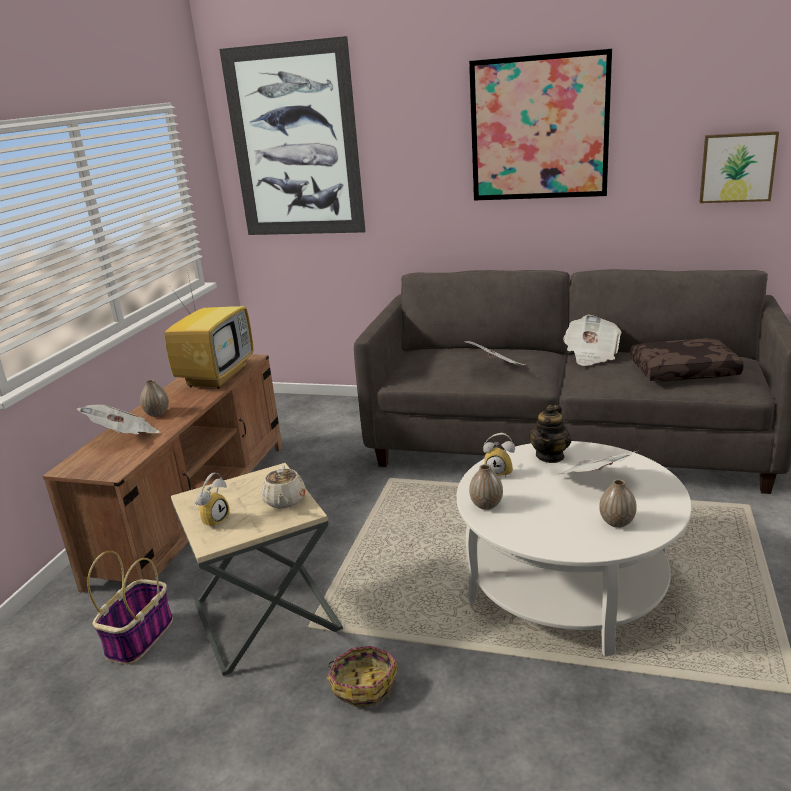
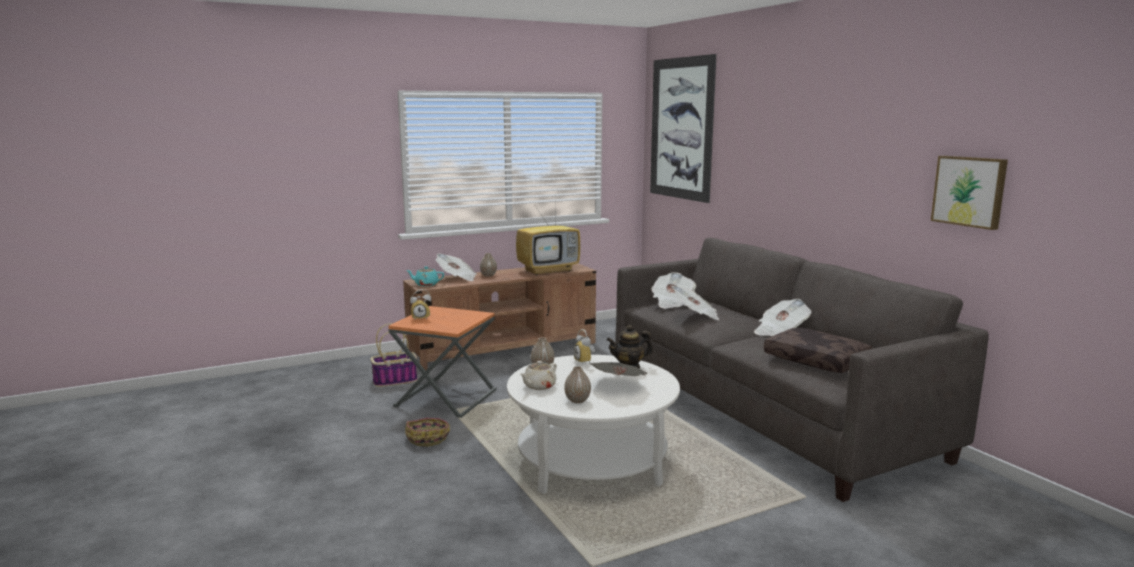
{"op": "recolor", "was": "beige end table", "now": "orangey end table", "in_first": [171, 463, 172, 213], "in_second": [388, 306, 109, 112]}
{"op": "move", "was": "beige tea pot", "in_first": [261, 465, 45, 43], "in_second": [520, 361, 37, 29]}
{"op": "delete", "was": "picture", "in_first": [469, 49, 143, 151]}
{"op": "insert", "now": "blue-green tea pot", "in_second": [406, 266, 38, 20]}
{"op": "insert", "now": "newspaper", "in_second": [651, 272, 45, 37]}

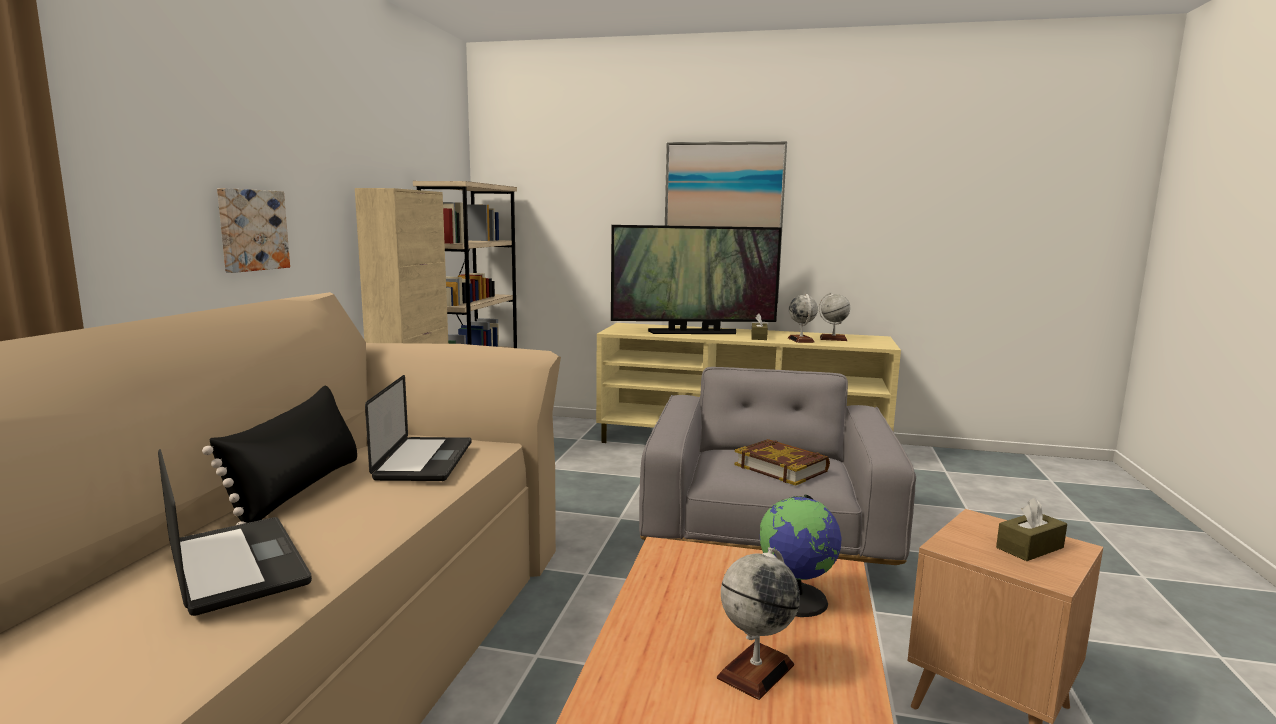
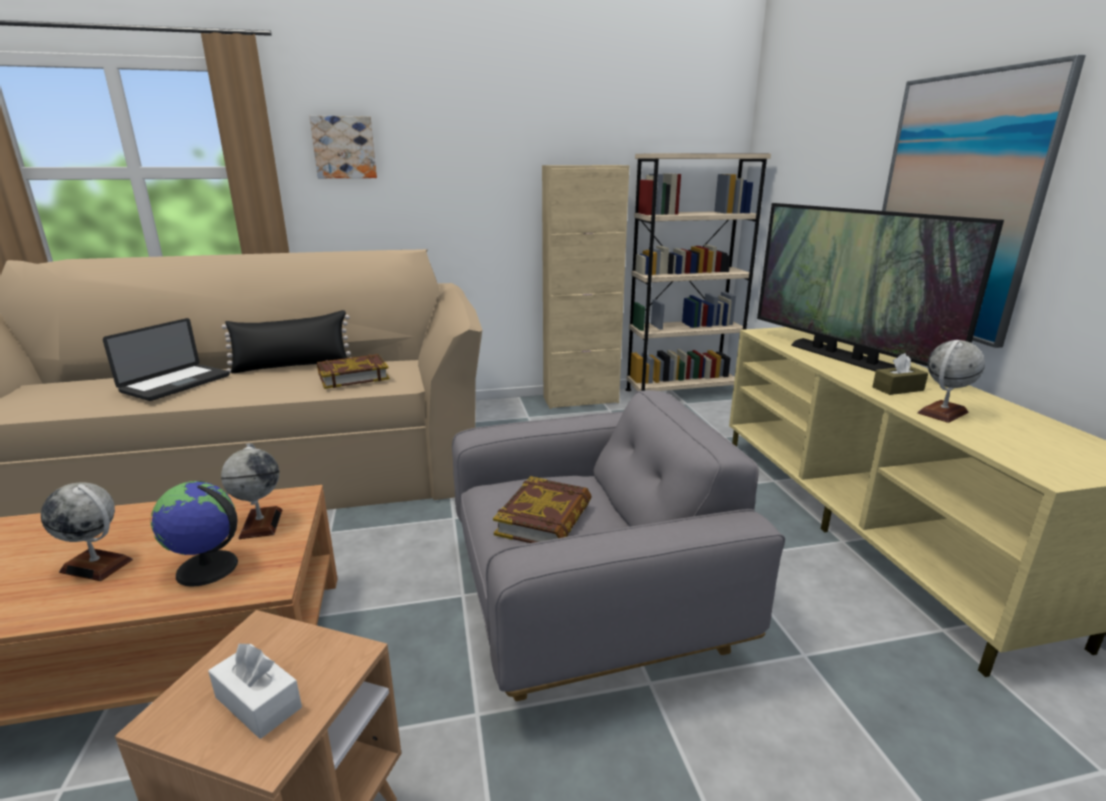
{"op": "move", "was": "picture", "in_first": [217, 188, 73, 85], "in_second": [309, 116, 68, 62]}
{"op": "replace", "was": "notebook computer", "now": "volume", "in_first": [365, 375, 107, 106], "in_second": [317, 354, 73, 35]}
{"op": "move", "was": "desk globe", "in_first": [819, 293, 31, 48], "in_second": [221, 443, 61, 96]}
{"op": "recolor", "was": "brown tissue holder", "now": "white-coloured tissue holder", "in_first": [996, 498, 71, 63], "in_second": [208, 644, 94, 95]}

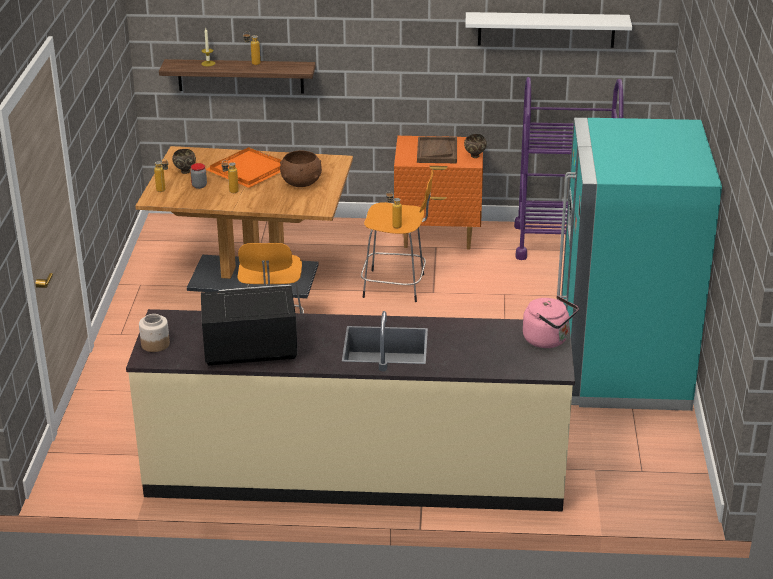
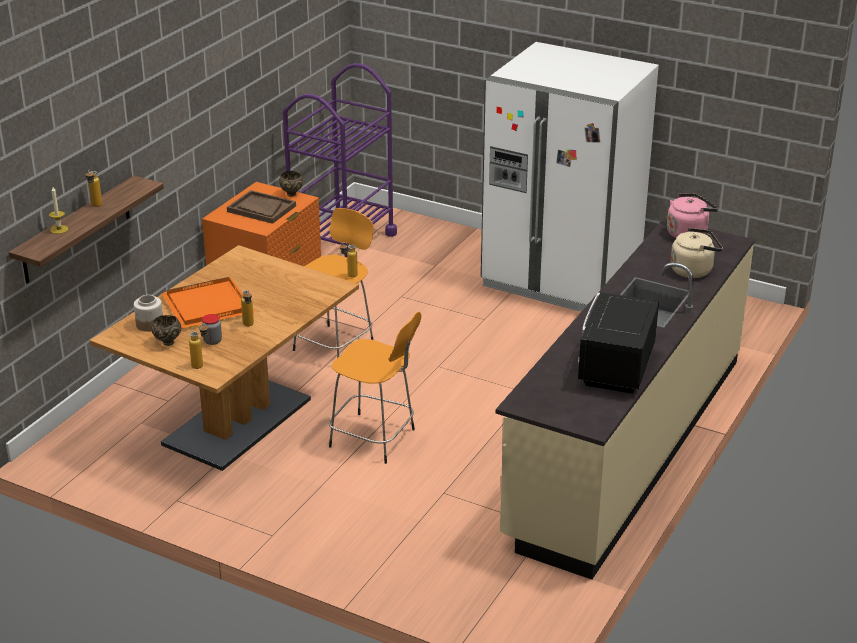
{"op": "move", "was": "storage jar", "in_first": [139, 314, 31, 38], "in_second": [134, 295, 29, 37]}
{"op": "delete", "was": "brown bowl", "in_first": [280, 150, 42, 37]}
{"op": "delete", "was": "white-coloured wall shelf", "in_first": [465, 12, 167, 36]}
{"op": "recolor", "was": "blue-green fridge", "now": "white-coloured fridge", "in_first": [557, 118, 165, 293], "in_second": [481, 42, 178, 270]}
{"op": "insert", "now": "beige water kettle", "in_second": [670, 228, 53, 50]}

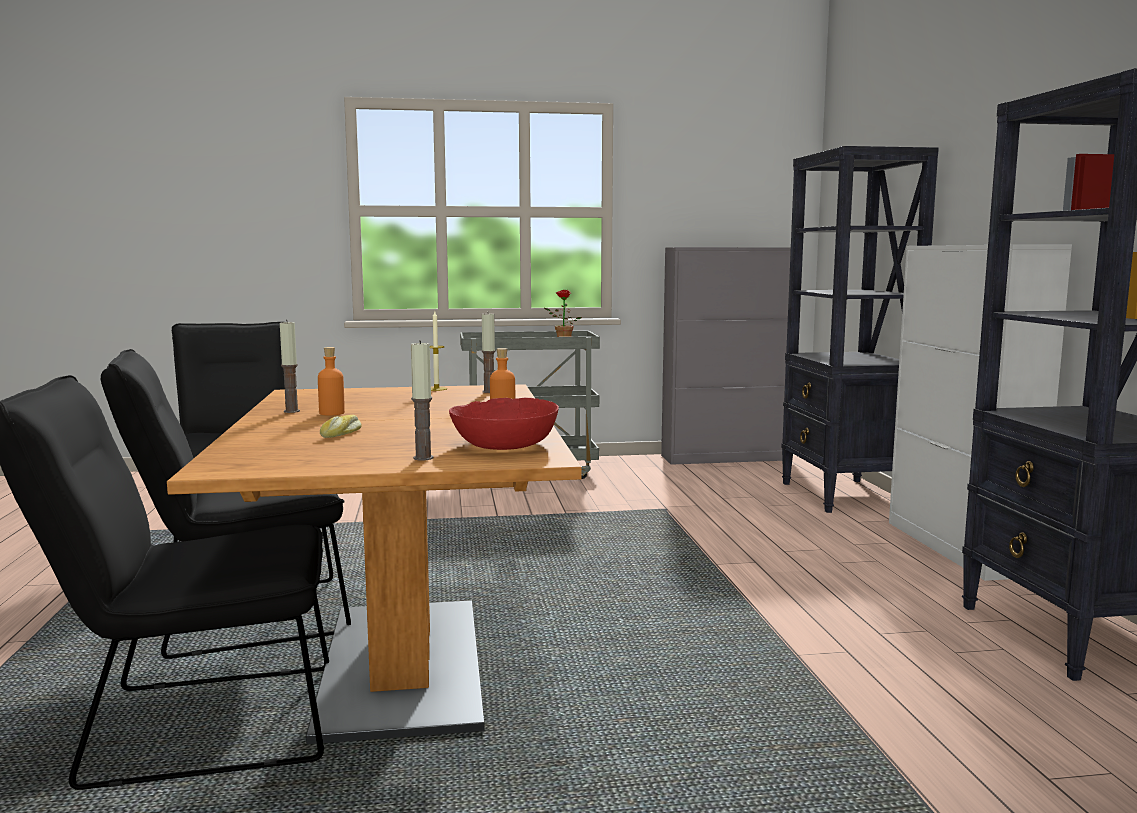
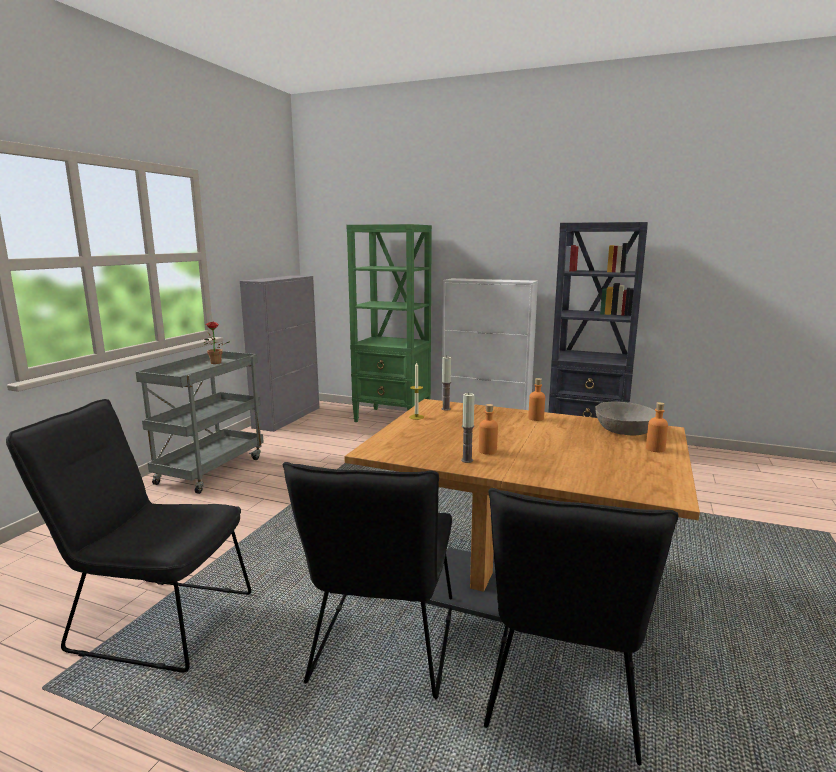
{"op": "delete", "was": "baked bread", "in_first": [320, 415, 42, 23]}
{"op": "replace", "was": "wax light", "now": "orangey bottle", "in_first": [411, 340, 23, 121], "in_second": [646, 402, 22, 50]}
{"op": "recolor", "was": "red-coloured bowl", "now": "gray bowl", "in_first": [449, 398, 110, 52], "in_second": [595, 402, 61, 33]}
{"op": "recolor", "was": "black-coloured bookcase", "now": "green-coloured bookcase", "in_first": [781, 146, 158, 367], "in_second": [346, 224, 86, 198]}

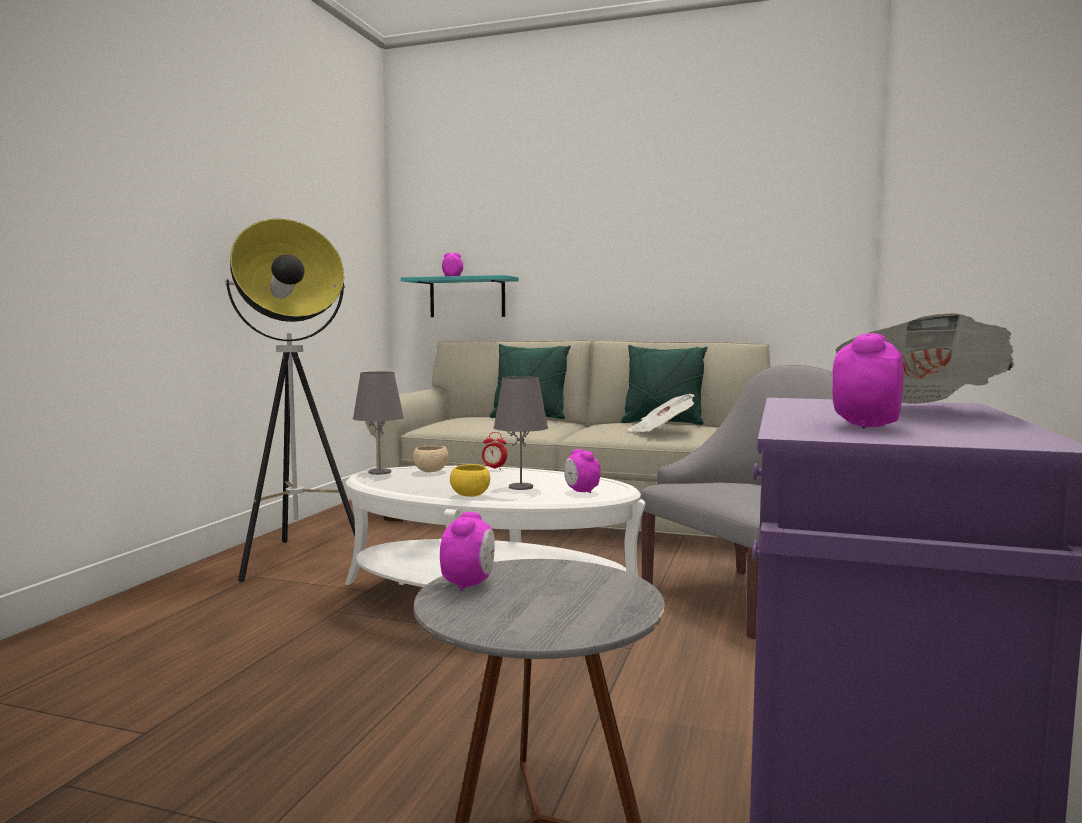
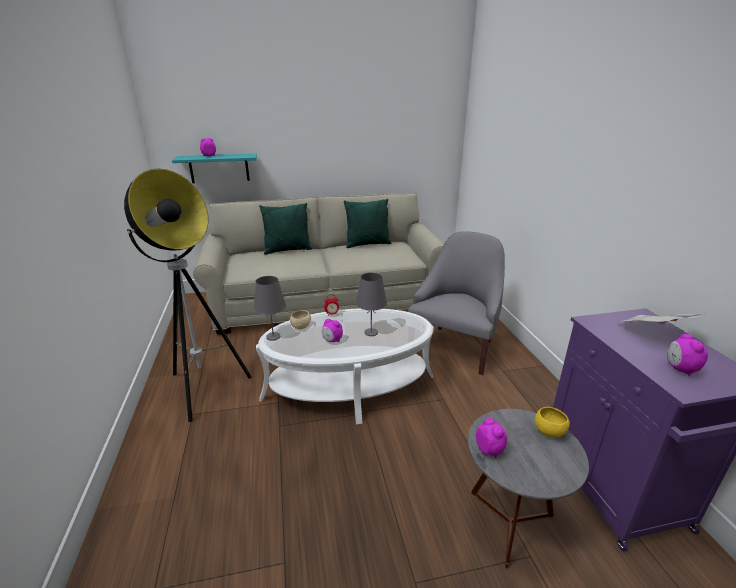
{"op": "move", "was": "yellow-coloured bowl", "in_first": [450, 464, 40, 33], "in_second": [535, 407, 35, 30]}
{"op": "move", "was": "bedside clock", "in_first": [564, 449, 37, 44], "in_second": [322, 319, 21, 23]}
{"op": "delete", "was": "newspaper", "in_first": [628, 394, 67, 38]}

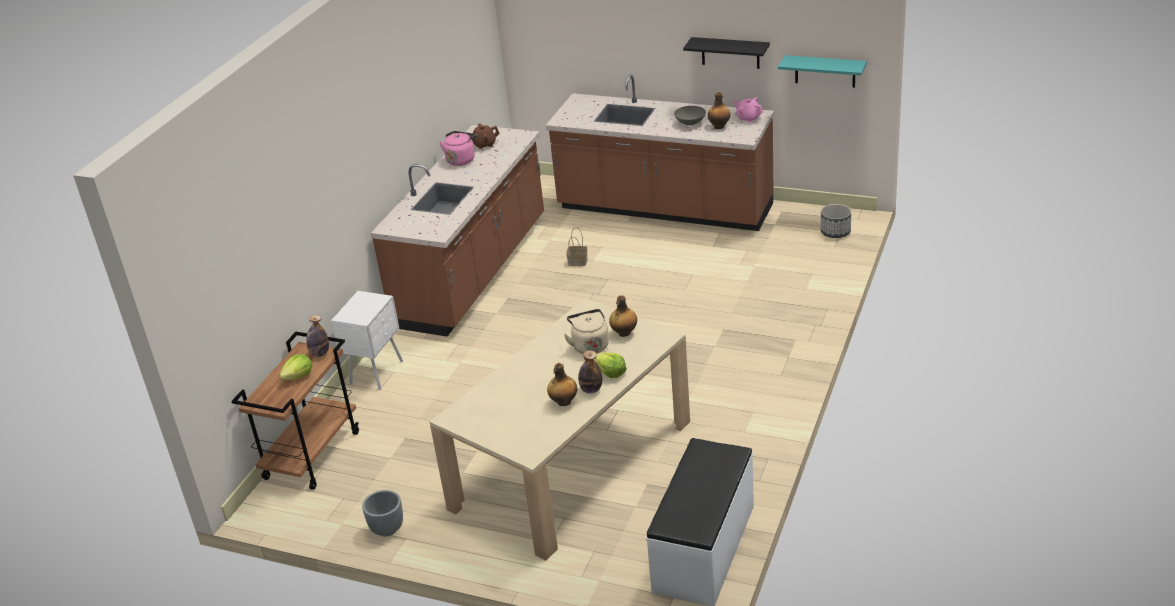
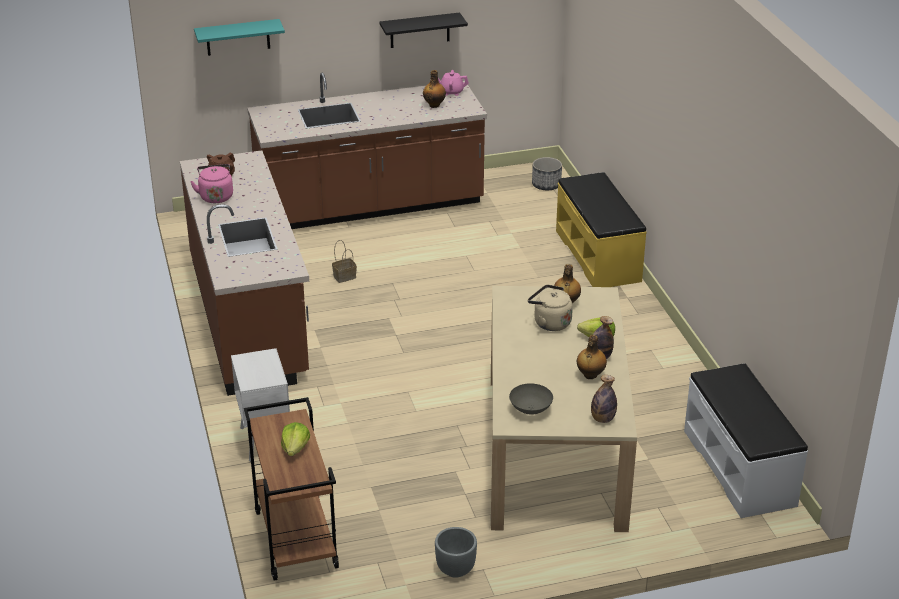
{"op": "move", "was": "bottle", "in_first": [306, 315, 23, 42], "in_second": [591, 375, 26, 48]}
{"op": "move", "was": "gray bowl", "in_first": [674, 106, 32, 20], "in_second": [509, 383, 44, 32]}
{"op": "move", "was": "blue-green wall shelf", "in_first": [778, 55, 89, 33], "in_second": [194, 19, 91, 37]}
{"op": "insert", "now": "yellow-coloured indoor bench", "in_second": [556, 172, 90, 115]}

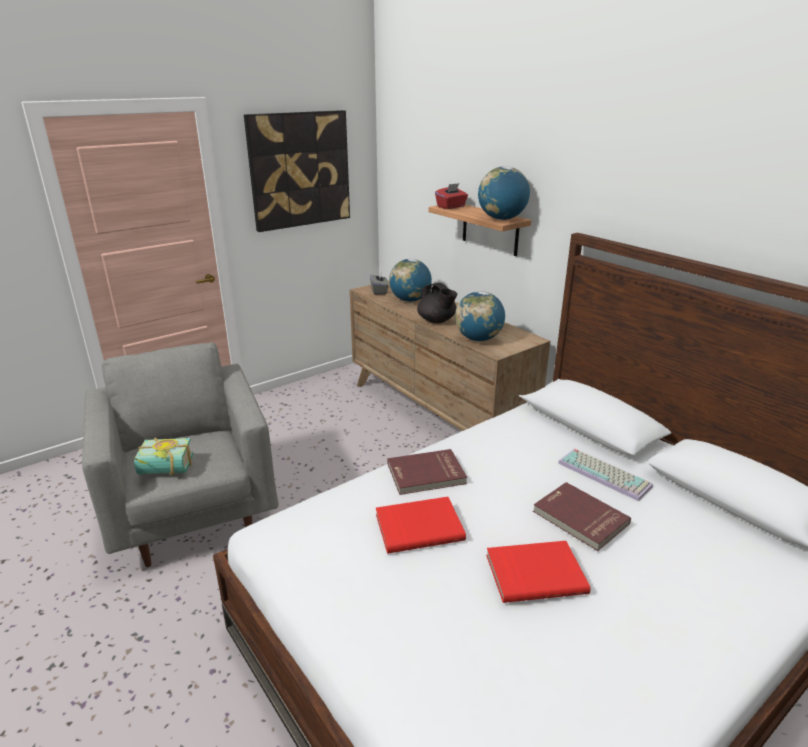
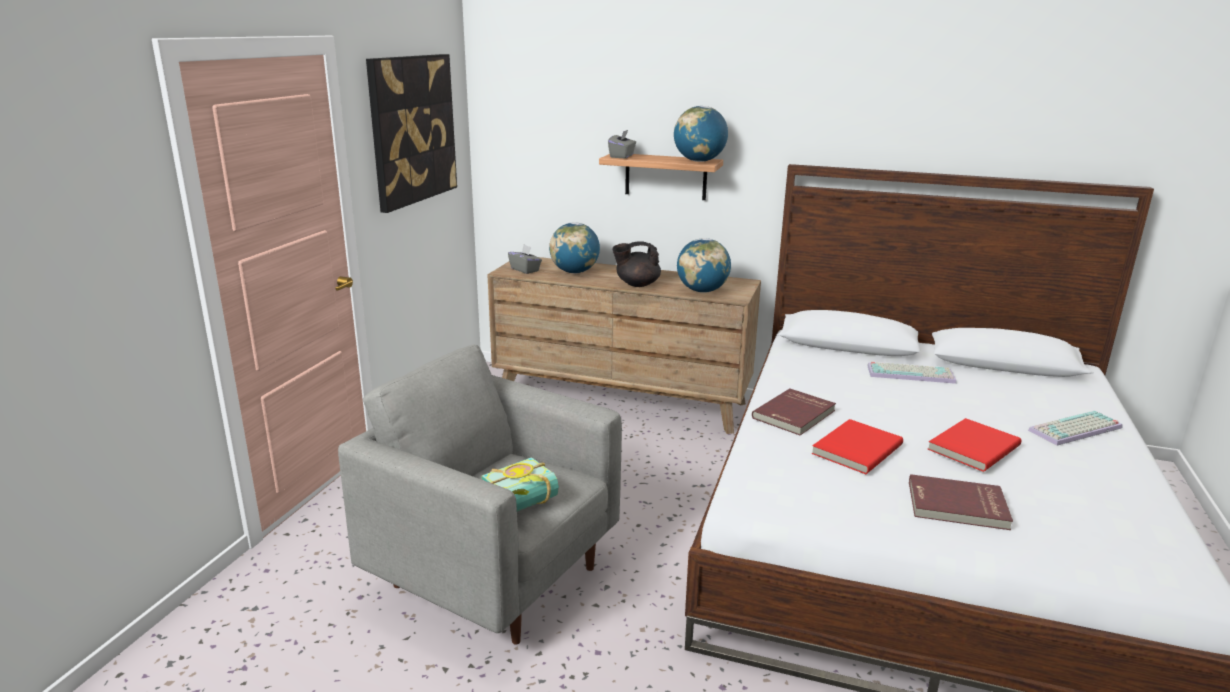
{"op": "rotate", "was": "black-coloured tea pot", "in_first": [417, 283, 40, 40], "in_second": [612, 242, 49, 45], "clockwise": 150}
{"op": "recolor", "was": "red-coloured tissue holder", "now": "gray tissue holder", "in_first": [435, 183, 33, 26], "in_second": [608, 129, 28, 29]}
{"op": "move", "was": "red-coloured volume", "in_first": [533, 482, 98, 69], "in_second": [909, 474, 104, 56]}
{"op": "insert", "now": "computer keyboard", "in_second": [1028, 411, 95, 34]}

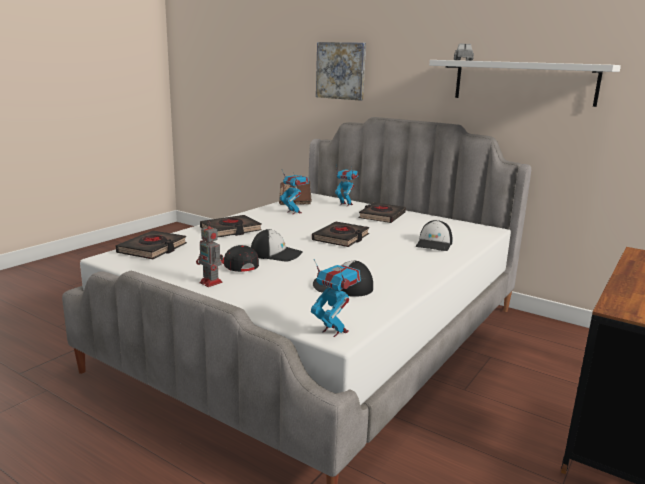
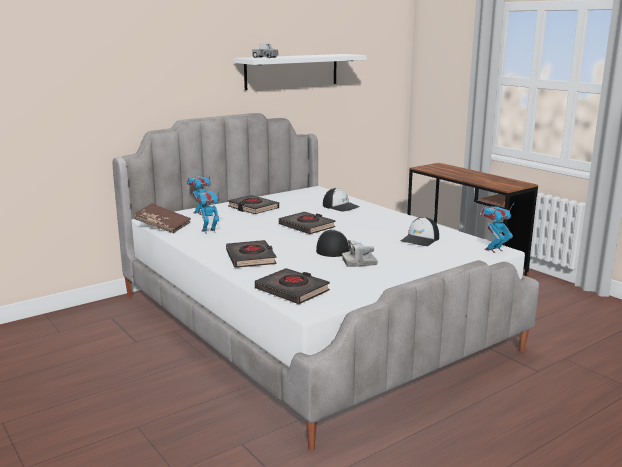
{"op": "delete", "was": "model robot", "in_first": [196, 221, 27, 66]}
{"op": "replace", "was": "black-coloured baseball cap", "now": "still camera", "in_first": [221, 245, 38, 27], "in_second": [342, 241, 36, 26]}
{"op": "delete", "was": "picture", "in_first": [316, 42, 50, 59]}

